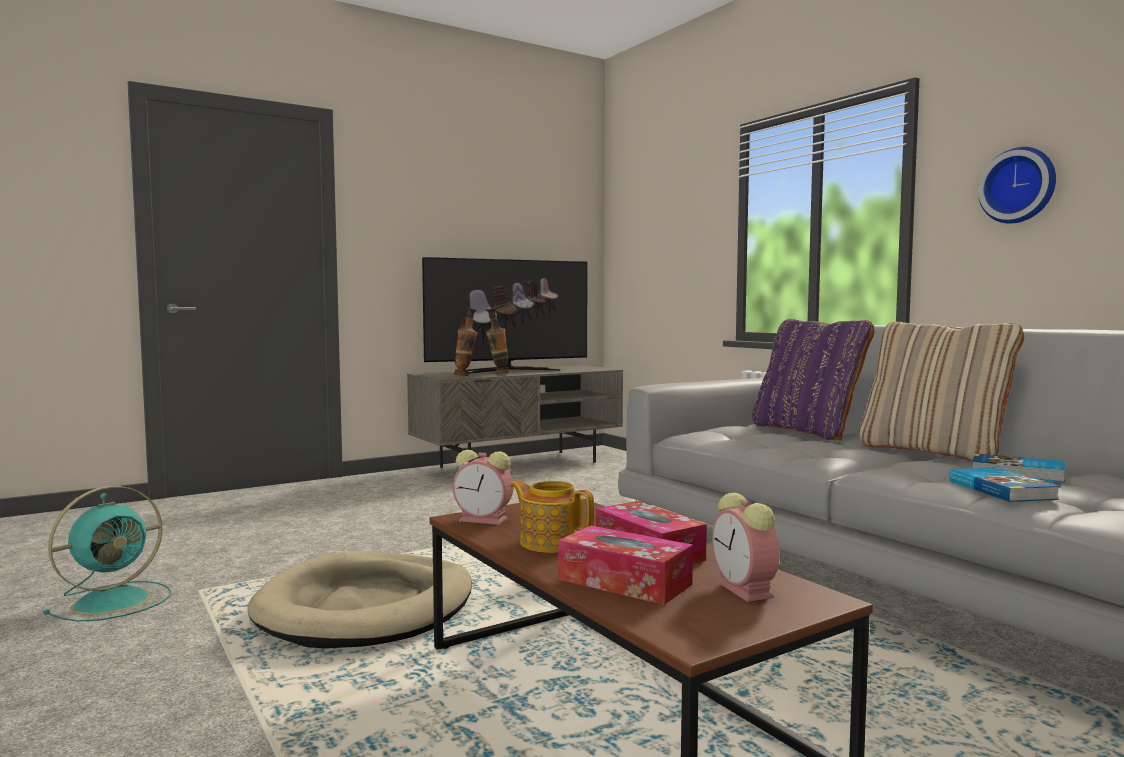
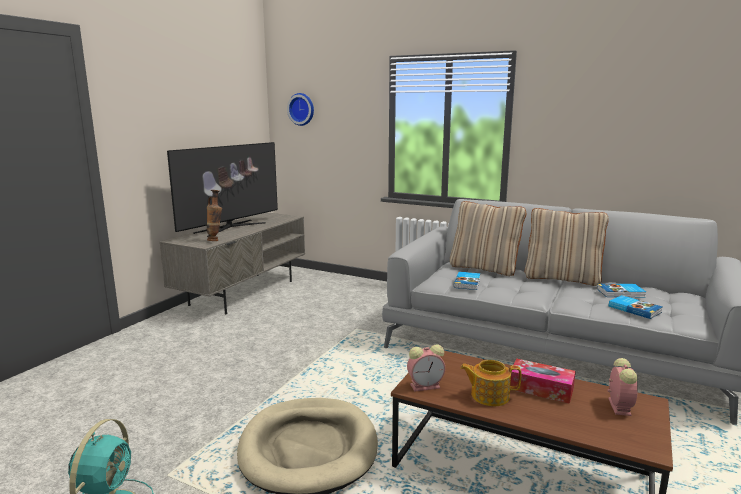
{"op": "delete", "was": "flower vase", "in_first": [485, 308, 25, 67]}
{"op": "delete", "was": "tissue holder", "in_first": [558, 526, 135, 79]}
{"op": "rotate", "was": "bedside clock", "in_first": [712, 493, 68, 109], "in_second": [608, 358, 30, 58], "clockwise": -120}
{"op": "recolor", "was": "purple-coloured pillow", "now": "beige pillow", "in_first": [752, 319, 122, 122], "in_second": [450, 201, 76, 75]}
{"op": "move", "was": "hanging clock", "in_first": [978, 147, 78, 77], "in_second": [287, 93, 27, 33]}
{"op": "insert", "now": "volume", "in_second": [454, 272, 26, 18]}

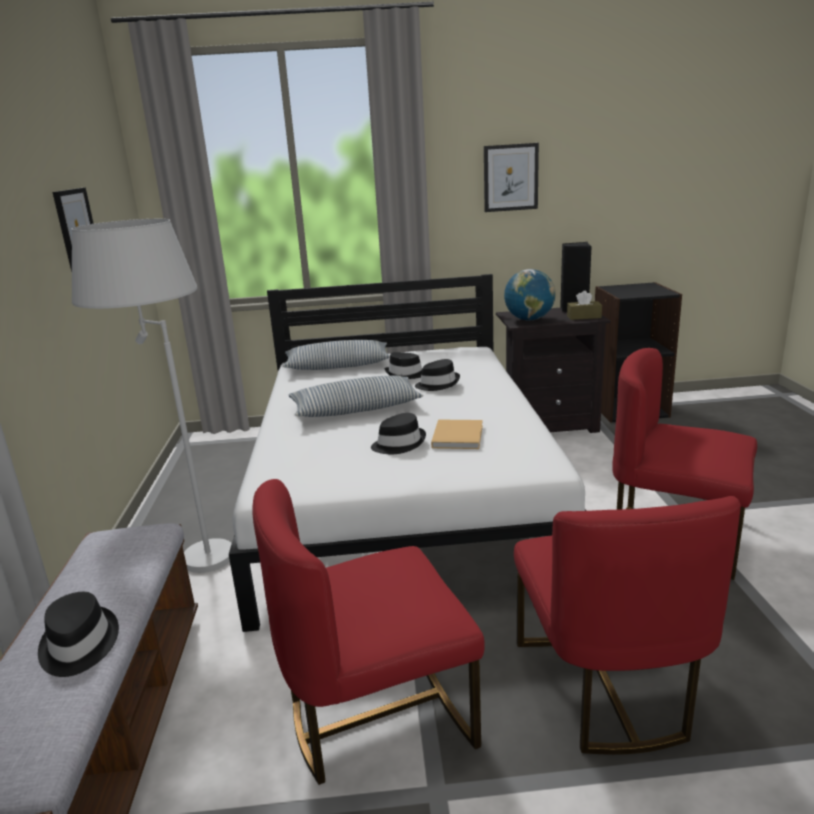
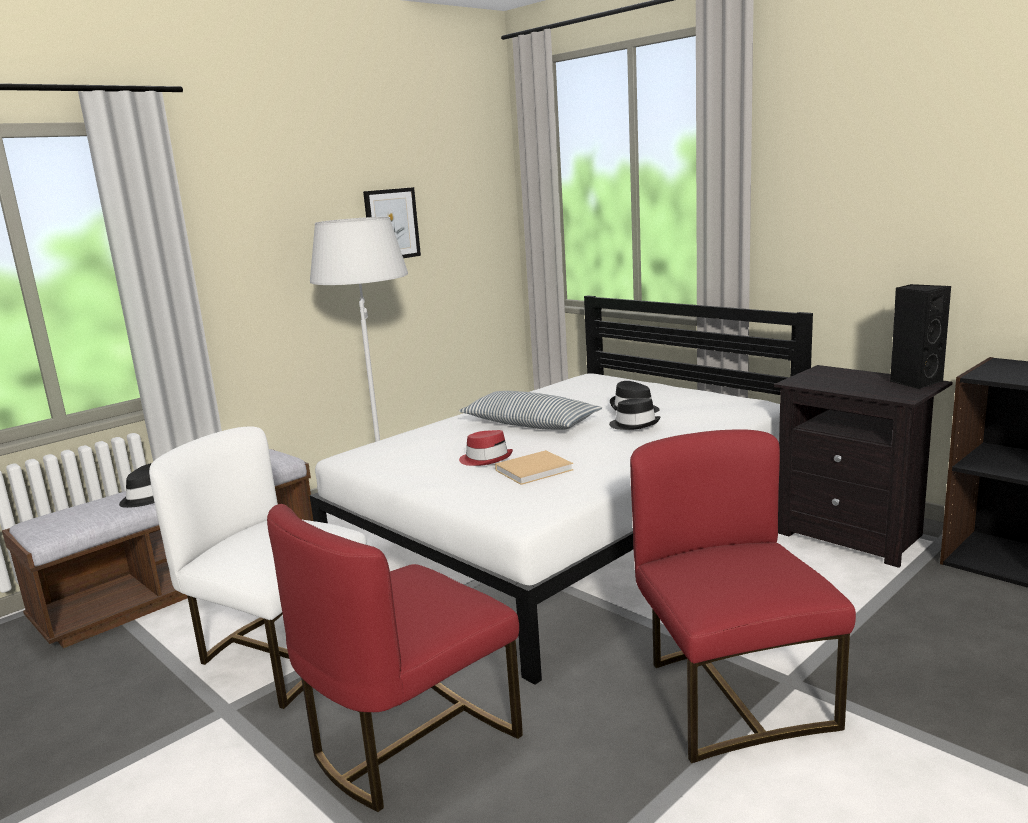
{"op": "recolor", "was": "red-coloured chair", "now": "white-coloured chair", "in_first": [252, 479, 233, 306], "in_second": [149, 426, 218, 283]}
{"op": "delete", "was": "pillow", "in_first": [283, 340, 107, 30]}
{"op": "recolor", "was": "black-coloured wearable hat", "now": "red-coloured wearable hat", "in_first": [371, 413, 55, 41], "in_second": [459, 430, 54, 36]}
{"op": "delete", "was": "picture", "in_first": [484, 143, 55, 69]}
{"op": "delete", "was": "desk globe", "in_first": [504, 269, 52, 52]}
{"op": "delete", "was": "brown tissue holder", "in_first": [567, 290, 35, 30]}

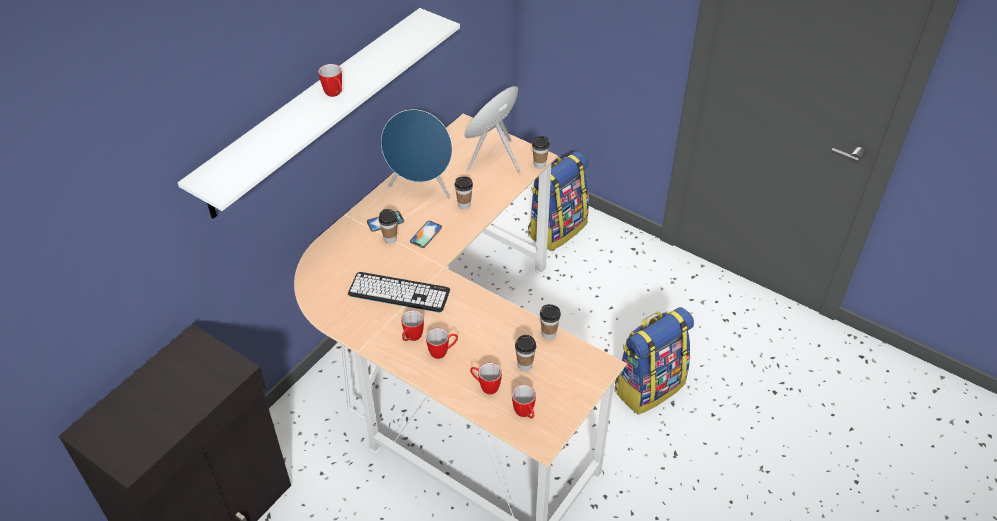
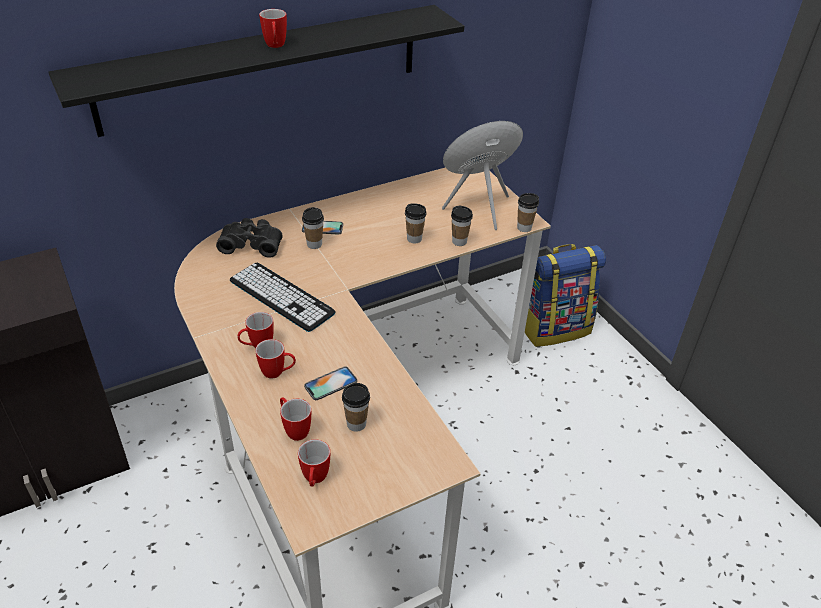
{"op": "recolor", "was": "white-coloured wall shelf", "now": "black-coloured wall shelf", "in_first": [178, 8, 282, 211], "in_second": [48, 5, 416, 132]}
{"op": "delete", "was": "blue-coloured audio speaker", "in_first": [381, 109, 71, 90]}
{"op": "move", "was": "phone", "in_first": [410, 221, 32, 27], "in_second": [304, 366, 53, 34]}
{"op": "move", "was": "cup", "in_first": [540, 304, 21, 36], "in_second": [451, 206, 22, 40]}
{"op": "delete", "was": "knapsack", "in_first": [615, 307, 79, 108]}
{"op": "insert", "now": "black-coloured field glasses", "in_second": [216, 218, 67, 40]}

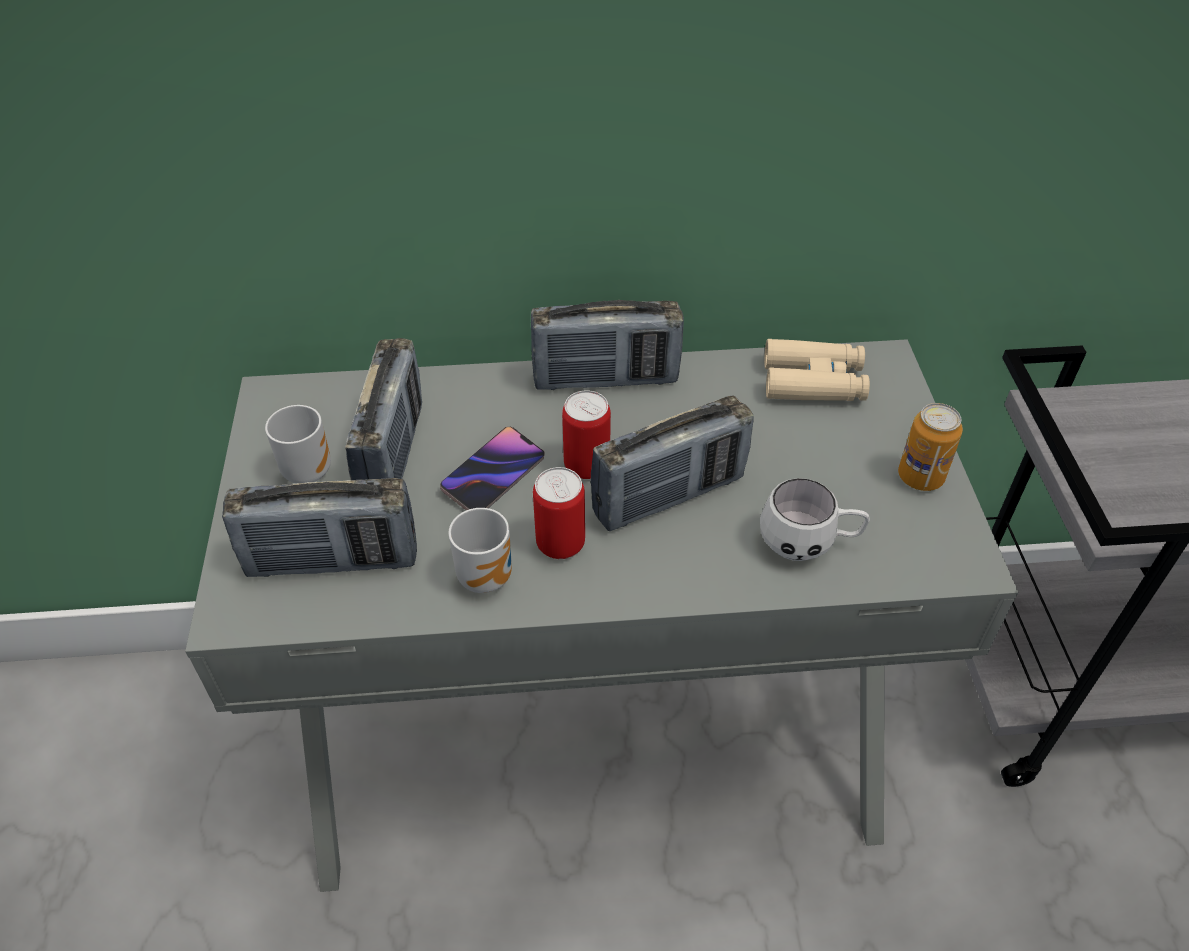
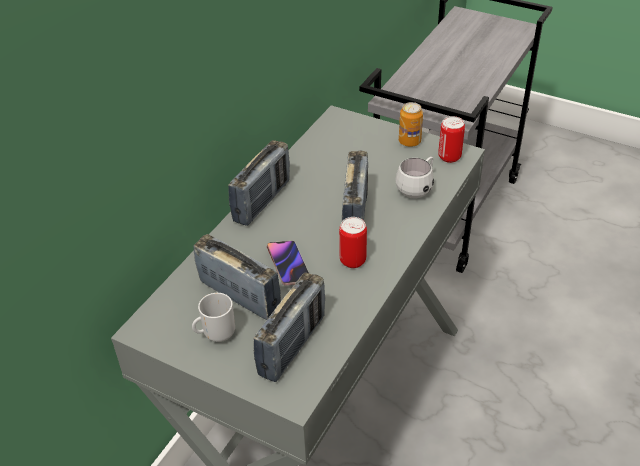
{"op": "delete", "was": "mug", "in_first": [448, 508, 64, 85]}
{"op": "move", "was": "metal can", "in_first": [562, 390, 49, 89], "in_second": [438, 116, 27, 47]}
{"op": "delete", "was": "beige field glasses", "in_first": [764, 339, 106, 62]}

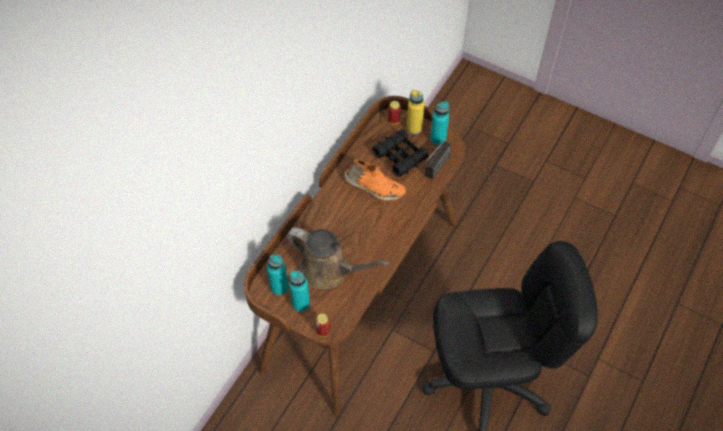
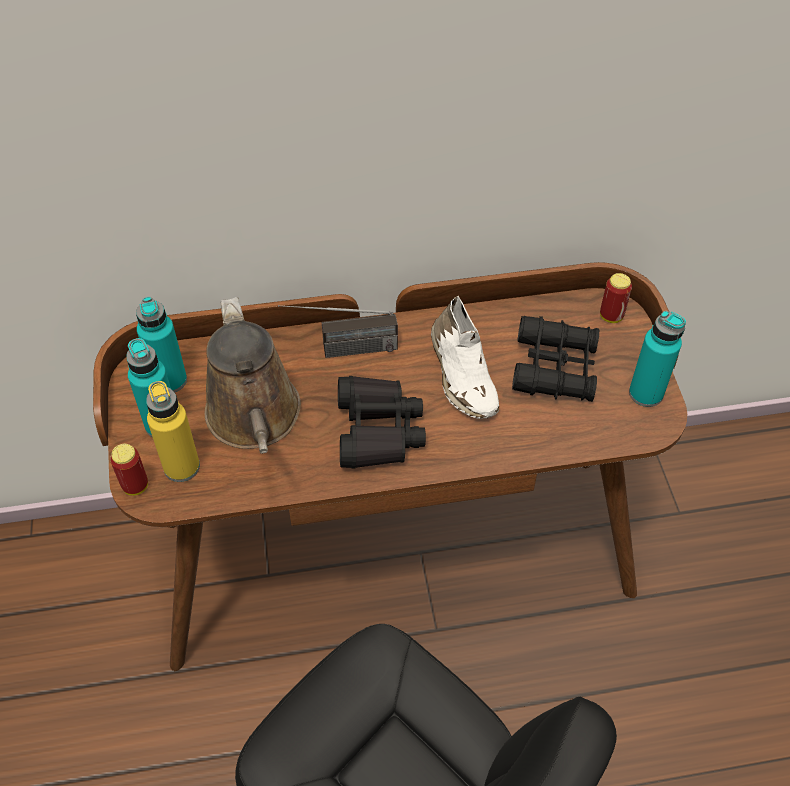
{"op": "recolor", "was": "orangey shoe", "now": "white-coloured shoe", "in_first": [344, 159, 62, 42], "in_second": [431, 296, 68, 123]}
{"op": "move", "was": "yellow-coloured bottle", "in_first": [407, 90, 18, 44], "in_second": [146, 381, 54, 101]}
{"op": "move", "was": "radio", "in_first": [422, 141, 29, 39], "in_second": [278, 305, 120, 53]}
{"op": "insert", "now": "black-coloured field glasses", "in_second": [338, 376, 88, 92]}

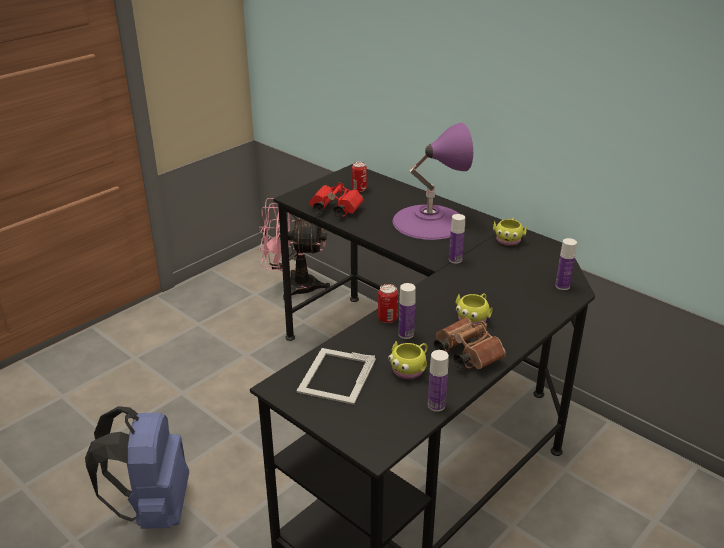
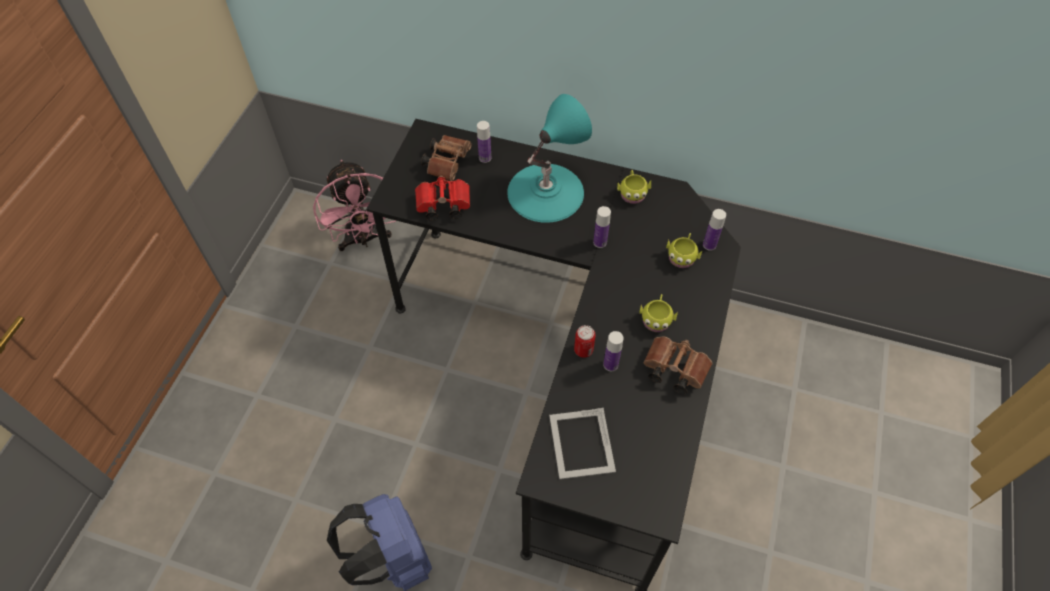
{"op": "rotate", "was": "pink electric fan", "in_first": [259, 198, 71, 102], "in_second": [313, 160, 83, 91], "clockwise": -90}
{"op": "replace", "was": "metal can", "now": "brown field glasses", "in_first": [352, 162, 15, 30], "in_second": [421, 135, 51, 46]}
{"op": "move", "was": "yellow-coloured mug", "in_first": [388, 341, 40, 38], "in_second": [666, 233, 36, 35]}
{"op": "recolor", "was": "purple-coloured table lamp", "now": "blue-green table lamp", "in_first": [393, 123, 80, 117], "in_second": [507, 94, 85, 129]}
{"op": "move", "was": "bottle", "in_first": [428, 350, 21, 62], "in_second": [477, 121, 14, 42]}

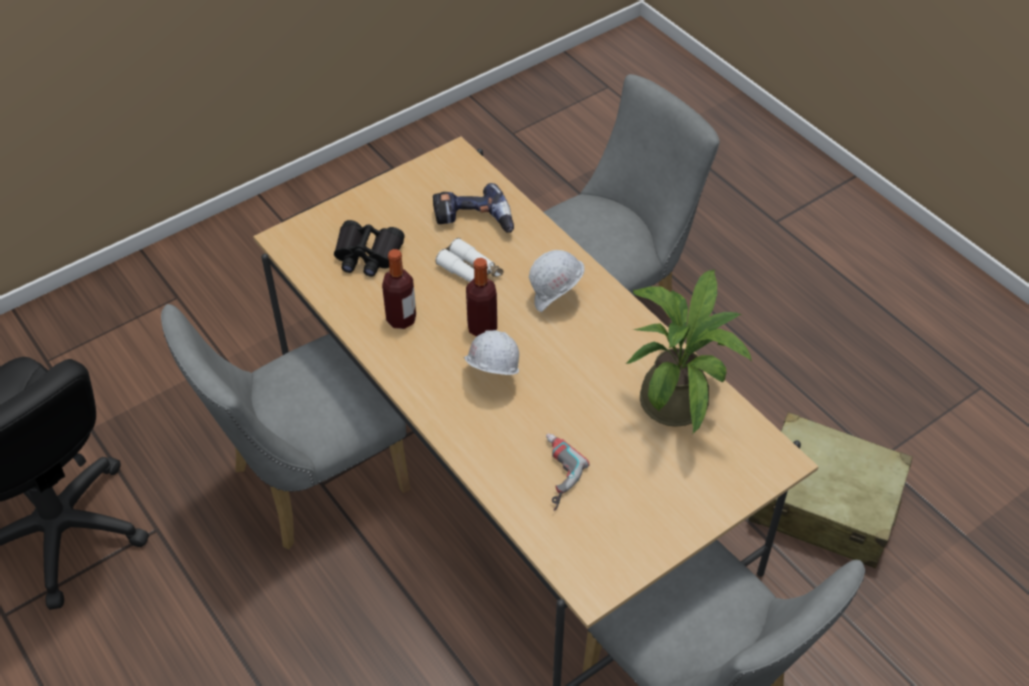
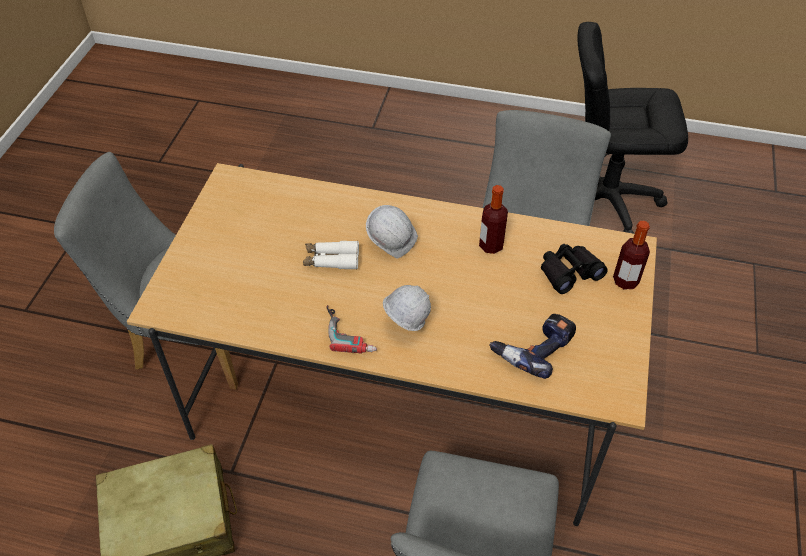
{"op": "move", "was": "white-coloured field glasses", "in_first": [435, 238, 69, 44], "in_second": [303, 240, 56, 30]}
{"op": "move", "was": "bottle", "in_first": [466, 258, 31, 79], "in_second": [613, 221, 37, 69]}
{"op": "move", "was": "drill", "in_first": [546, 433, 43, 78], "in_second": [326, 305, 51, 49]}
{"op": "delete", "was": "houseplant", "in_first": [625, 270, 127, 164]}

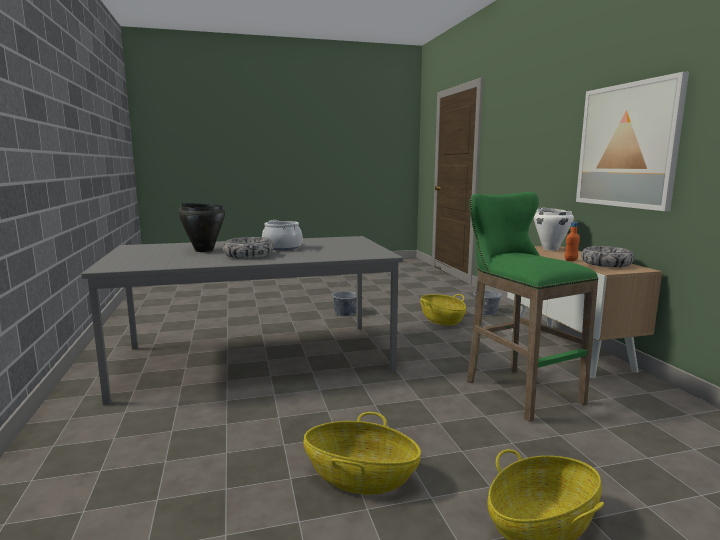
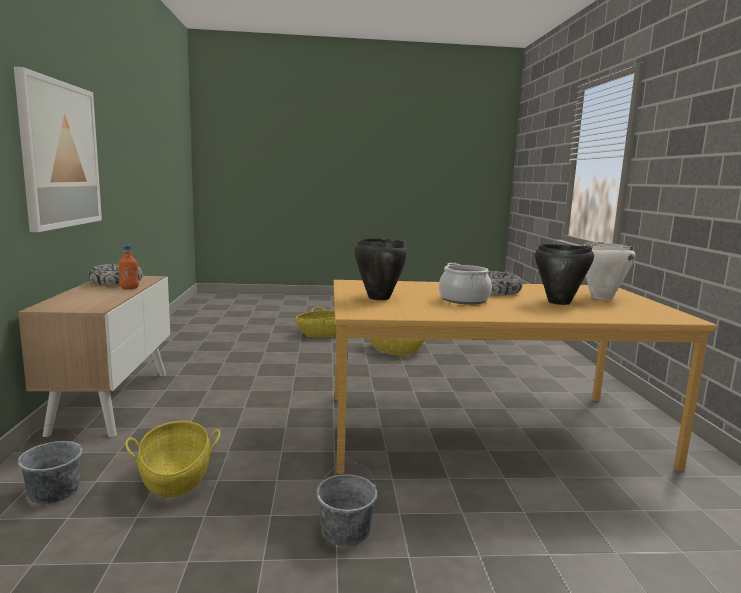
{"op": "recolor", "was": "gray dining table", "now": "orangey dining table", "in_first": [81, 236, 322, 169], "in_second": [333, 280, 385, 194]}
{"op": "delete", "was": "green-coloured stool seat", "in_first": [467, 192, 131, 230]}
{"op": "move", "was": "white-coloured stockpot", "in_first": [534, 208, 40, 43], "in_second": [584, 242, 52, 58]}
{"op": "insert", "now": "black-coloured stockpot", "in_second": [354, 238, 54, 62]}

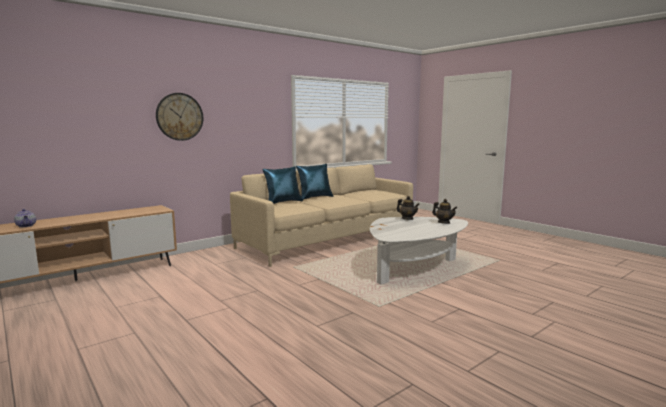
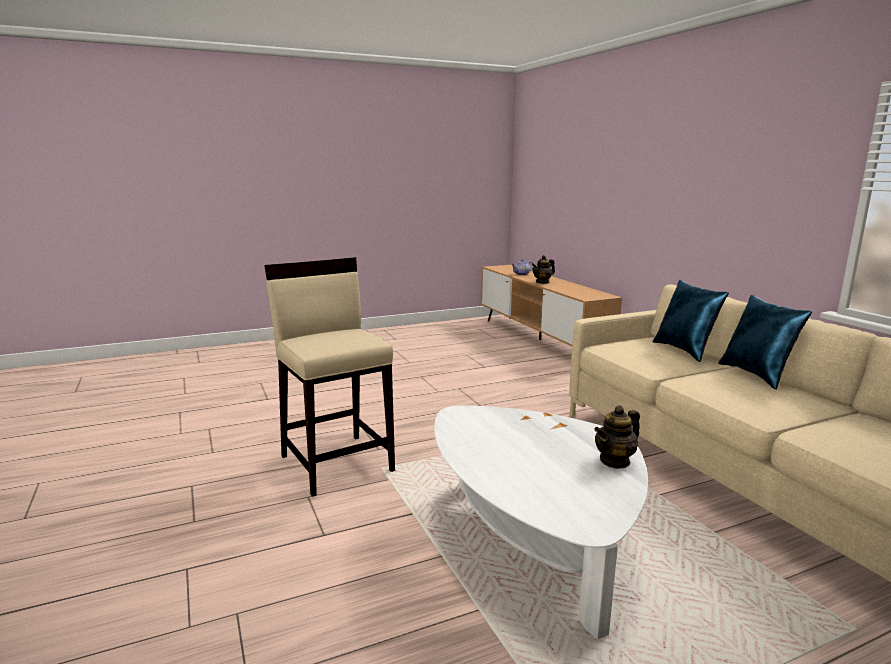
{"op": "delete", "was": "hanging clock", "in_first": [156, 93, 47, 48]}
{"op": "move", "was": "tea pot", "in_first": [432, 199, 25, 25], "in_second": [532, 255, 23, 29]}
{"op": "insert", "now": "beige stool seat", "in_second": [264, 257, 131, 240]}

